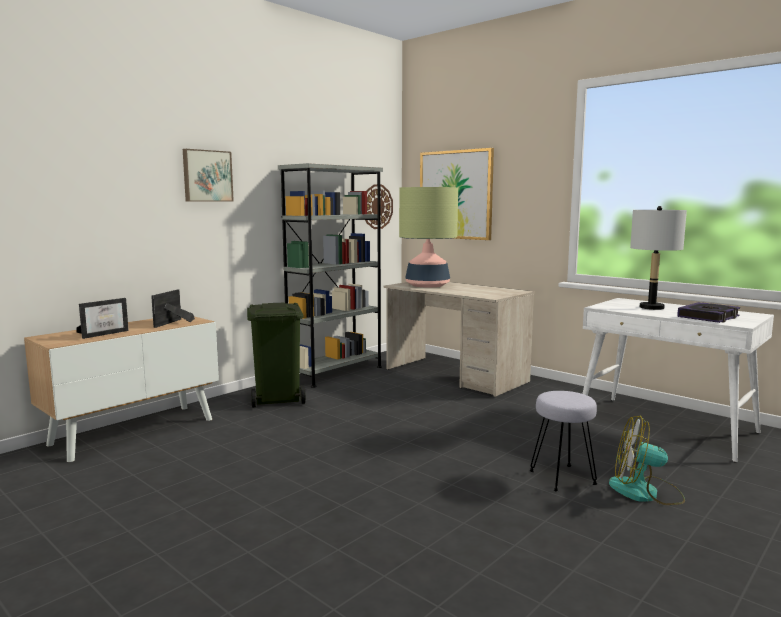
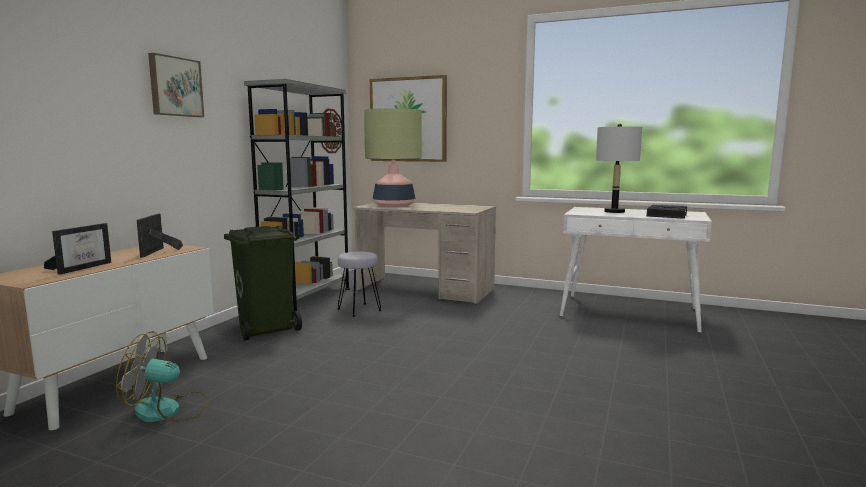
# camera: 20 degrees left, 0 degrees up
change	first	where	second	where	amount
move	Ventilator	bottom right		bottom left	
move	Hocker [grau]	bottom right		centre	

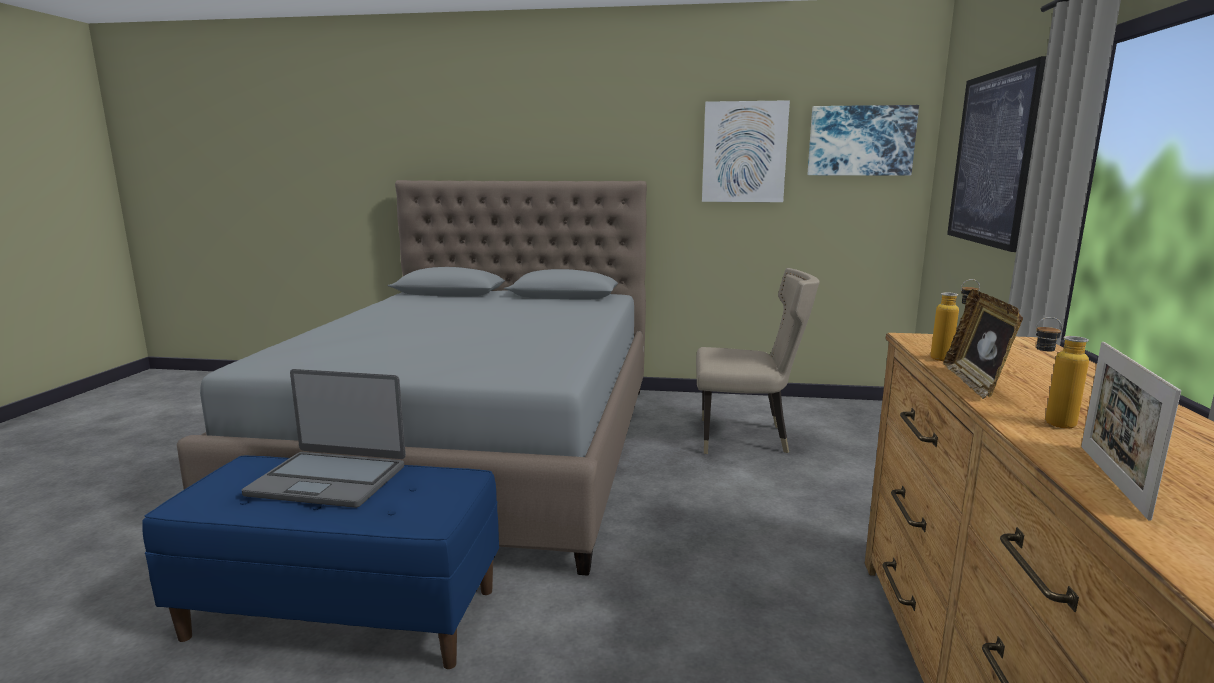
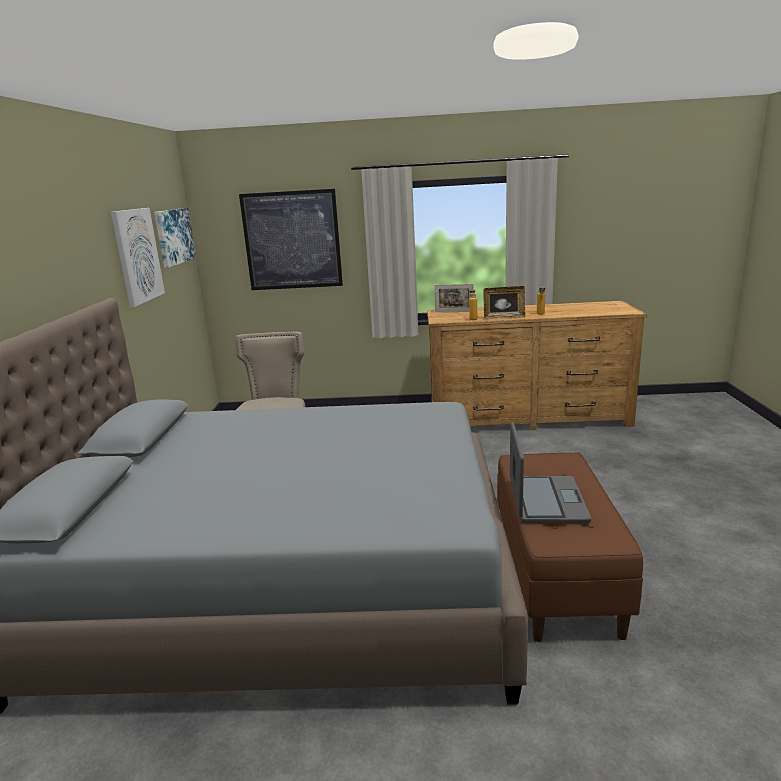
# camera: 95 degrees left, 5 degrees up
change	first	where	second	where	amount
move	Bilderrahmen (2nd from left in the first image)	middle right	Bilderrahmen (1st from left)	centre	
recolor	Bank [blau]	bottom left	Bank [braun]	bottom right	

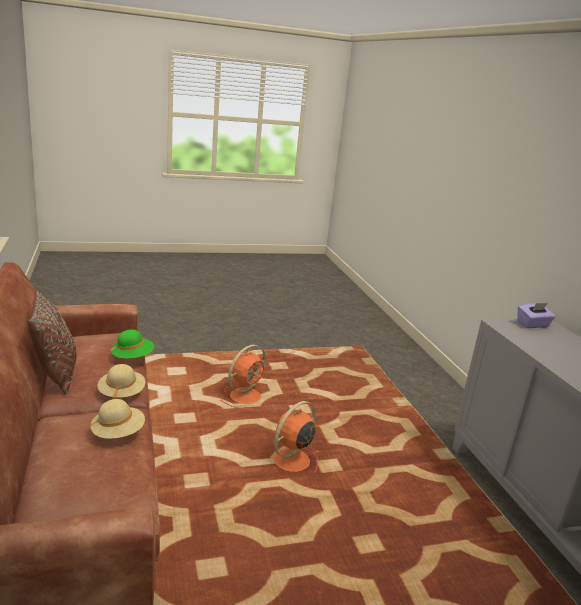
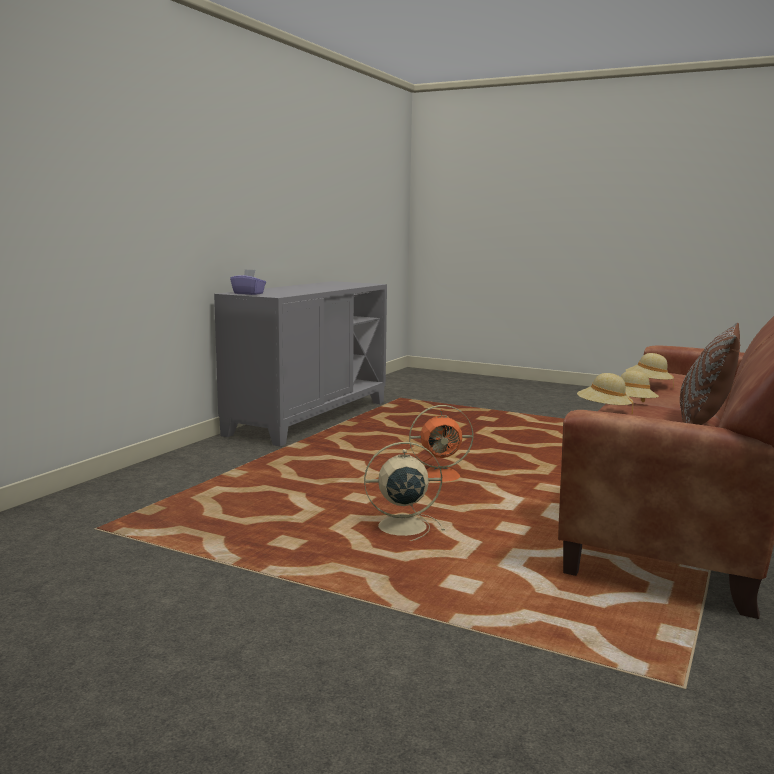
# camera: 135 degrees left, 10 degrees down
change	first	where	second	where	amount
recolor	Ventilator [orange] (1st from left)	centre	Ventilator [beige]	centre	
recolor	Hut [grün]	middle left	Hut [beige] (1st from left)	middle right	

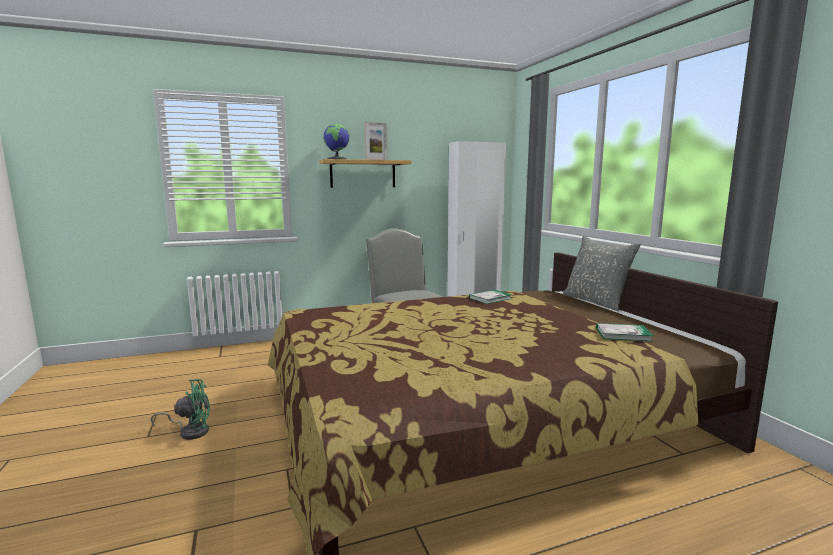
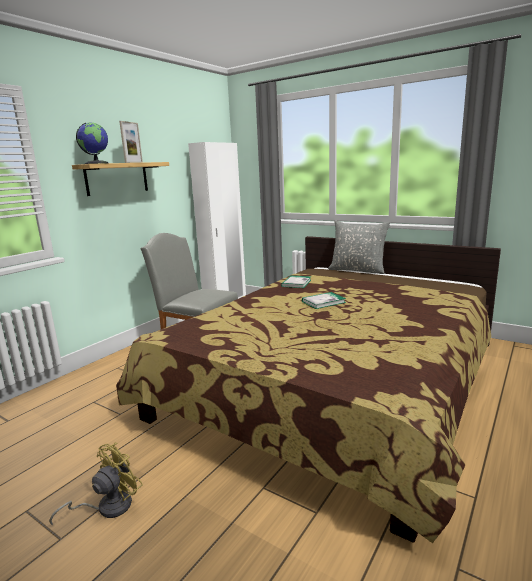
# camera: 35 degrees left, 5 degrees up
change	first	where	second	where	amount
recolor	Ventilator [grün]	bottom left	Ventilator [gelb]	bottom left	
move	Buch (2nd from left)	middle right		centre	

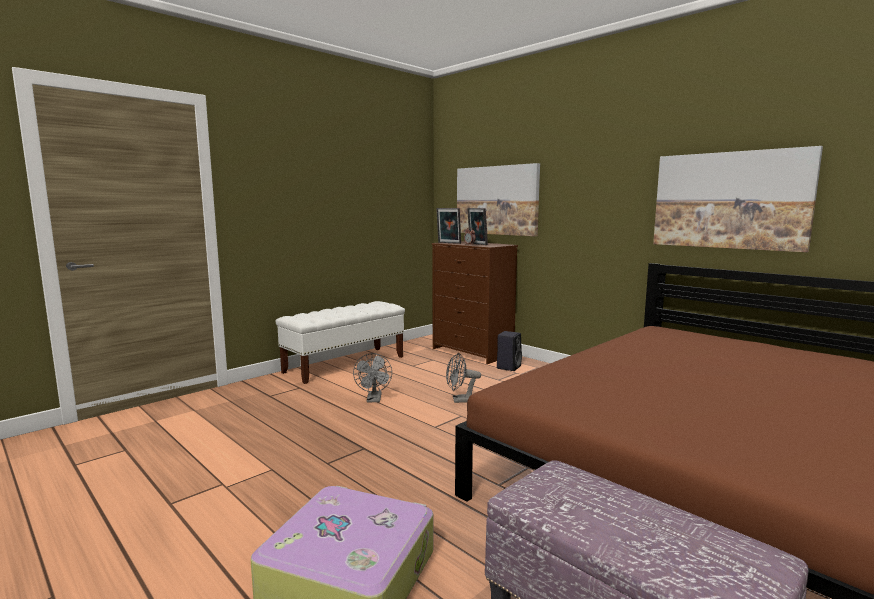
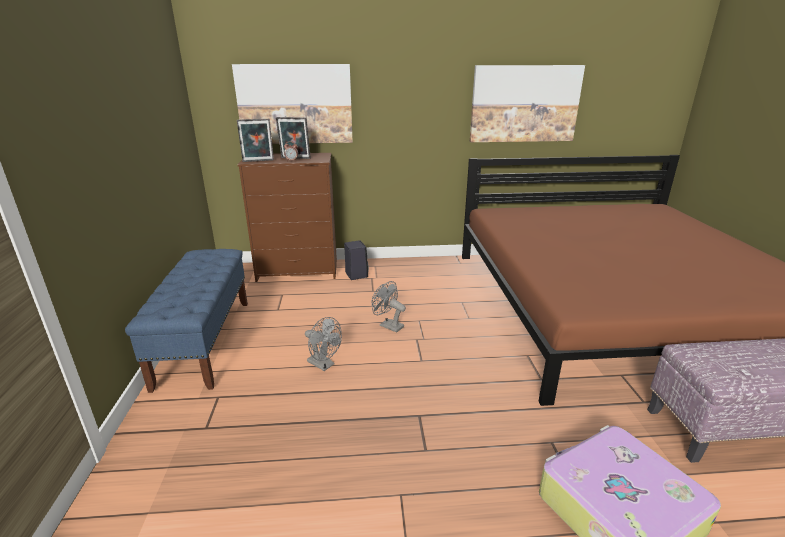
# camera: 50 degrees left, 15 degrees up
change	first	where	second	where	amount
recolor	Bank [weiß]	centre	Bank [blau]	middle left	
rotate	Ventilator [grau] (2nd from left)	centre		centre	90 degrees clockwise

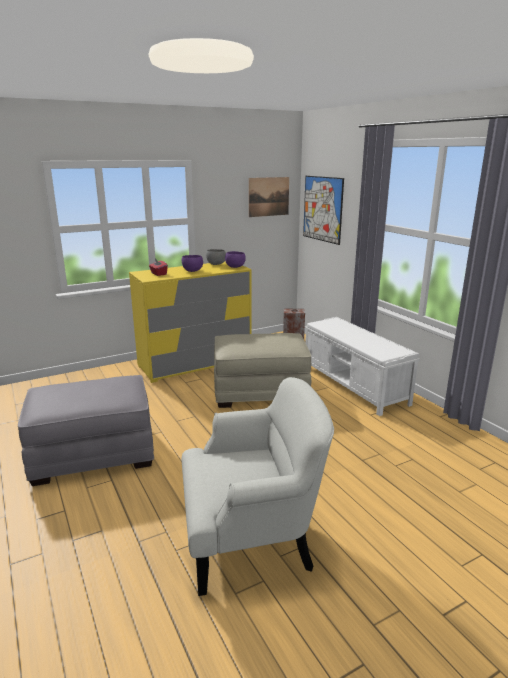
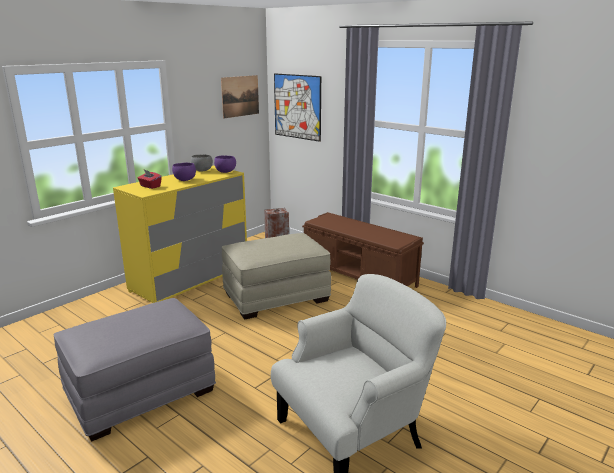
# camera: 20 degrees left, 0 degrees up
change	first	where	second	where	amount
recolor	Bank [weiß]	middle right	Bank [braun]	centre	

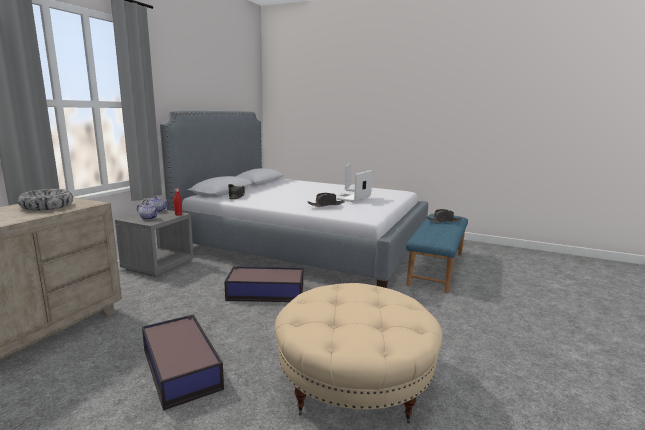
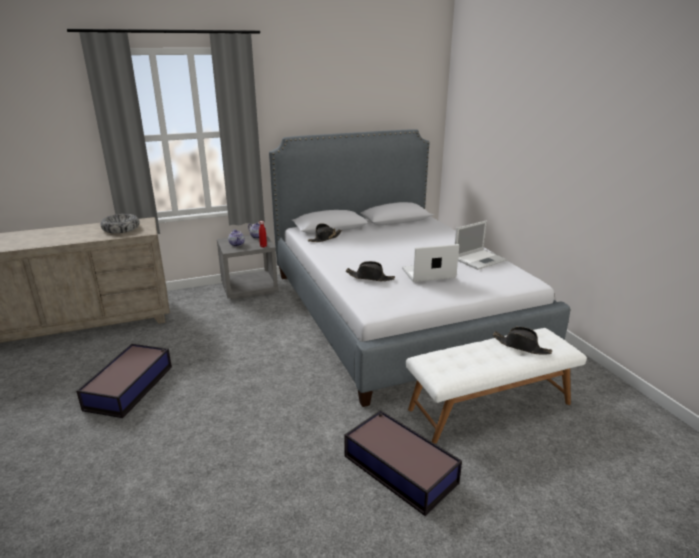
# camera: 45 degrees right, 10 degrees up
change	first	where	second	where	amount
move	Aufbewahrungsbox (2nd from left)	centre		bottom centre	
recolor	Bank [blau]	middle right	Bank [weiß]	bottom right	
delete	Polsterhocker [beige]	bottom centre			

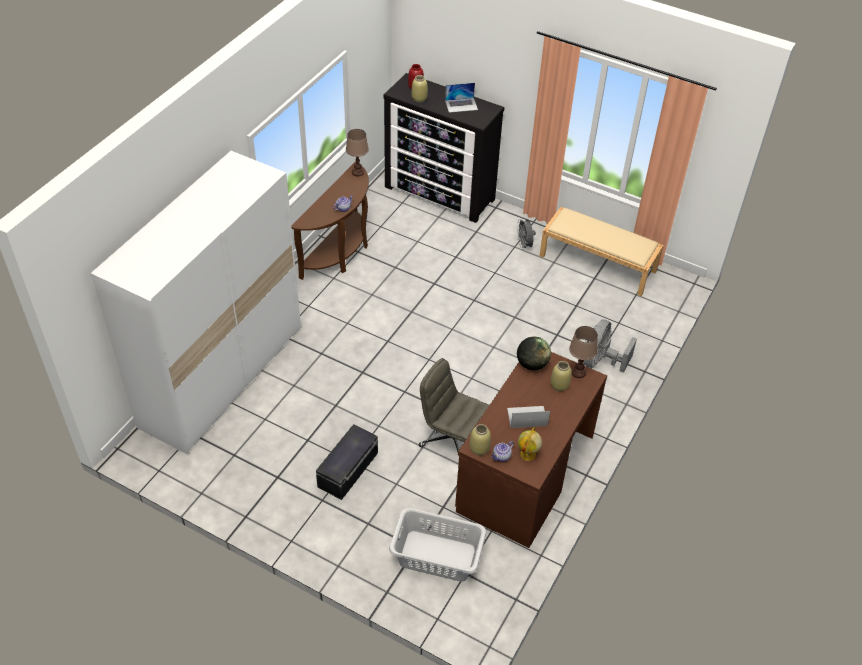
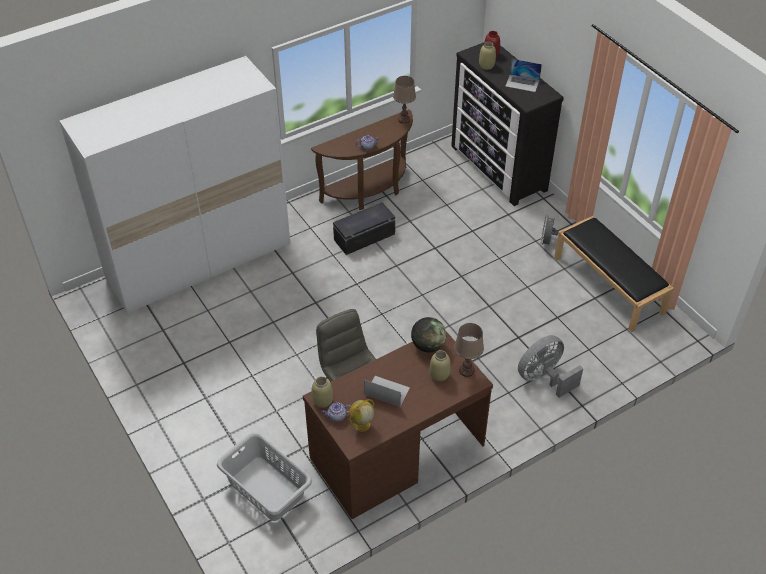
# camera: 30 degrees right, 0 degrees up
change	first	where	second	where	amount
move	Aufbewahrungsbox [schwarz]	bottom centre		centre	
recolor	Bank [beige]	middle right	Bank [schwarz]	middle right	

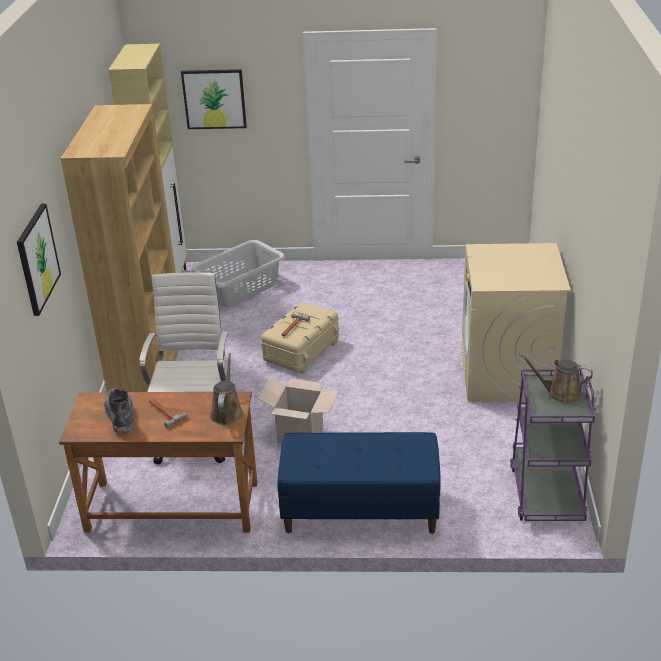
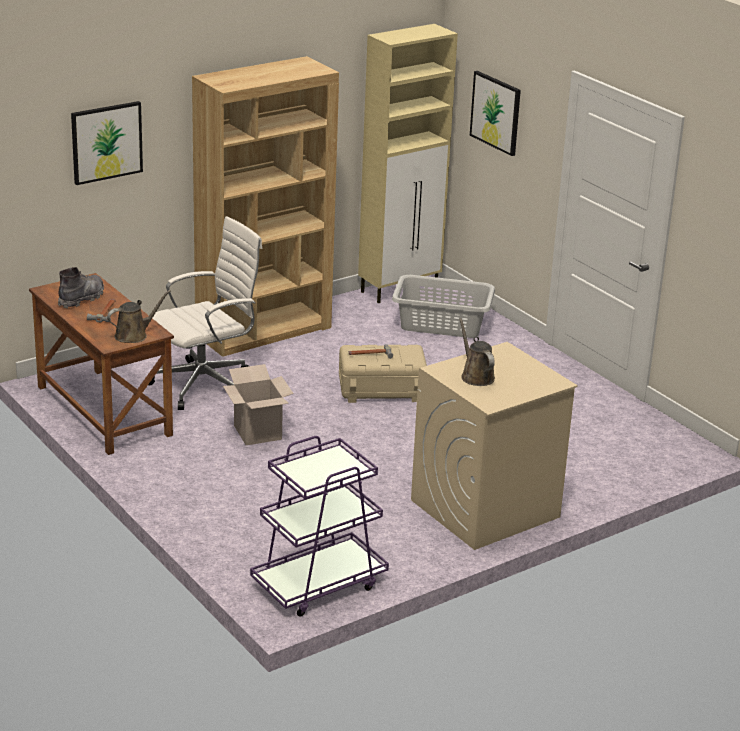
# camera: 50 degrees right, 5 degrees down
change	first	where	second	where	amount
move	Gießkanne [braun] (2nd from left)	middle right		centre	
delete	Bank [blau]	bottom centre			

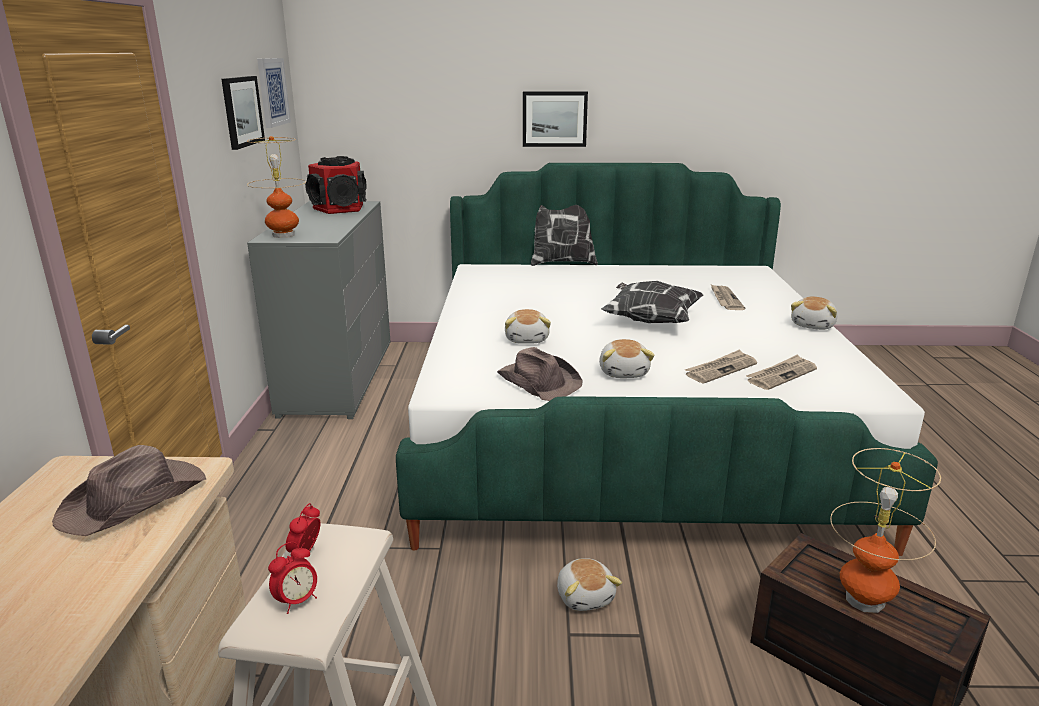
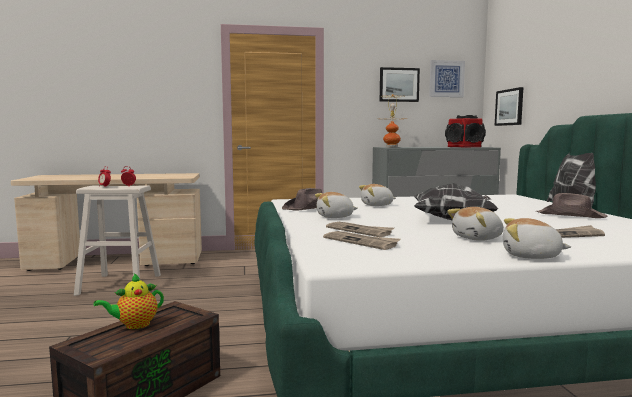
# camera: 80 degrees right, 15 degrees down
change	first	where	second	where	amount
replace	Tischlampe (2nd from left)	bottom right	Teekanne	bottom left	
move	Plüschtier (2nd from left in the first image)	bottom centre	Plüschtier (3rd from left)	middle right	
move	Bild (3rd from left)	top centre		top right	
move	Hut [braun] (1st from left in the first image)	bottom left	Hut [braun] (2nd from left)	middle right	

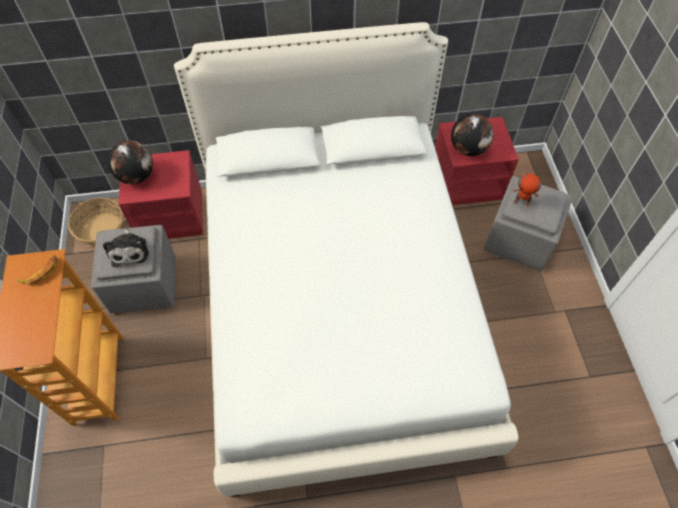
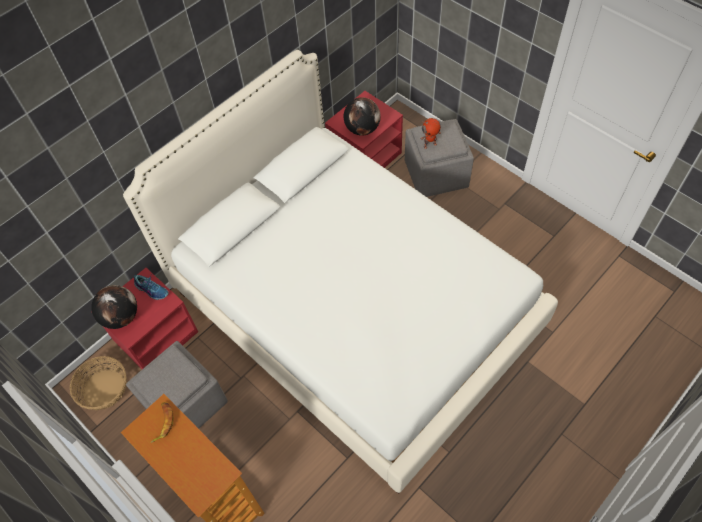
# camera: 35 degrees left, 0 degrees up
change	first	where	second	where	amount
insert			Schuh	middle left	
delete	Plüschtier	middle left			

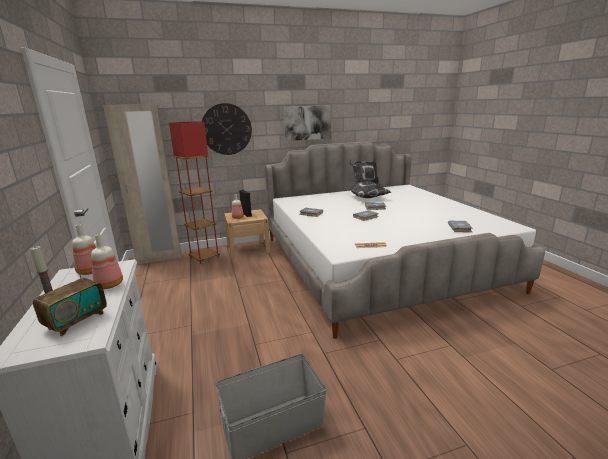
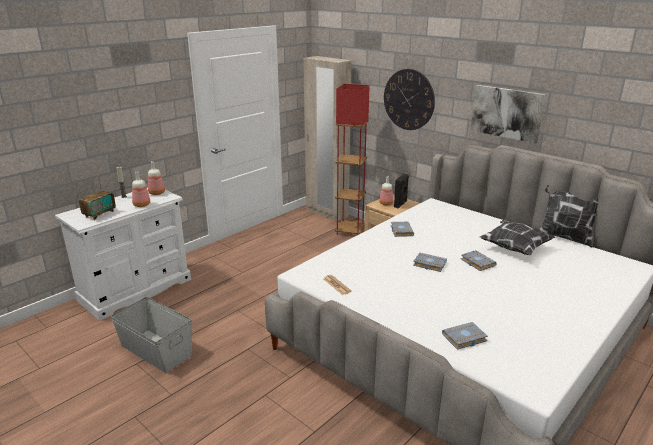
# camera: 60 degrees right, 5 degrees up
change	first	where	second	where	amount
rotate	Radio	middle left		middle left	60 degrees counterclockwise

